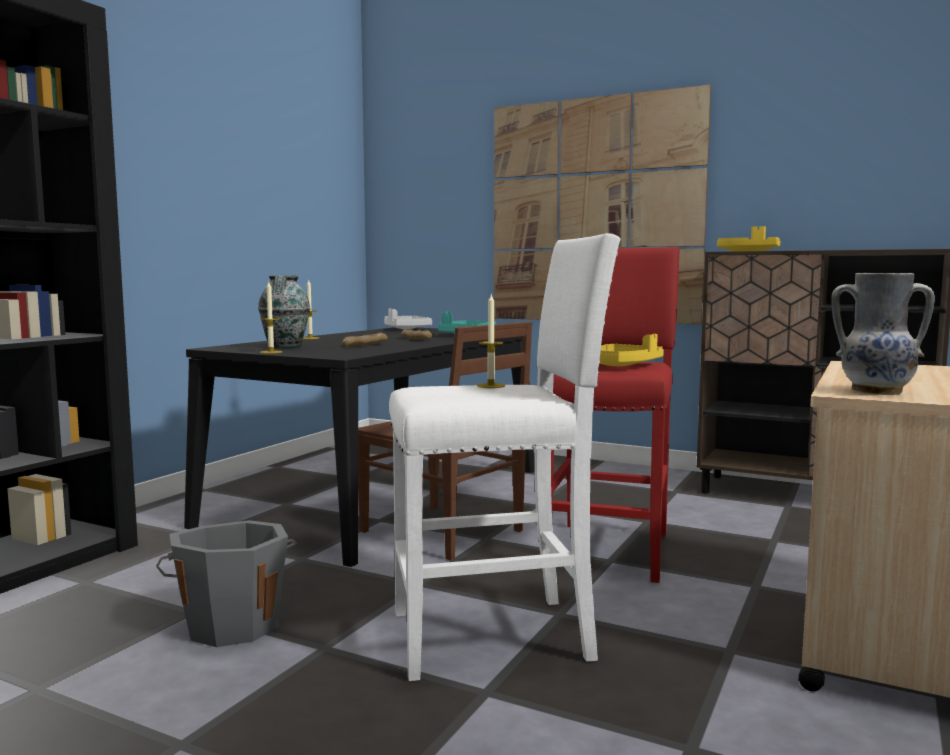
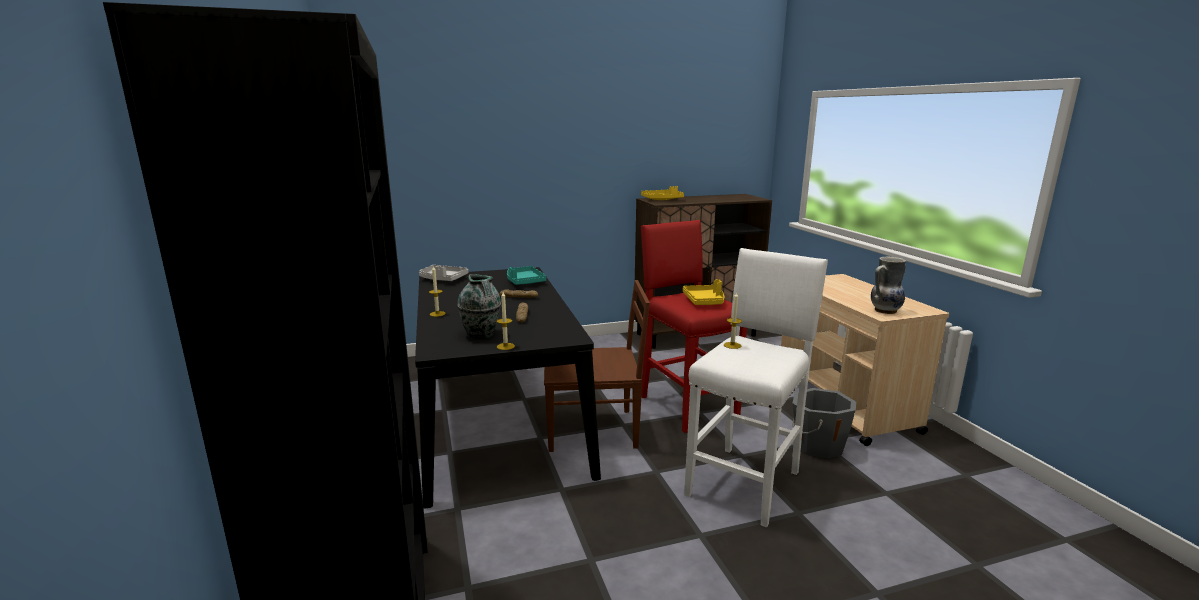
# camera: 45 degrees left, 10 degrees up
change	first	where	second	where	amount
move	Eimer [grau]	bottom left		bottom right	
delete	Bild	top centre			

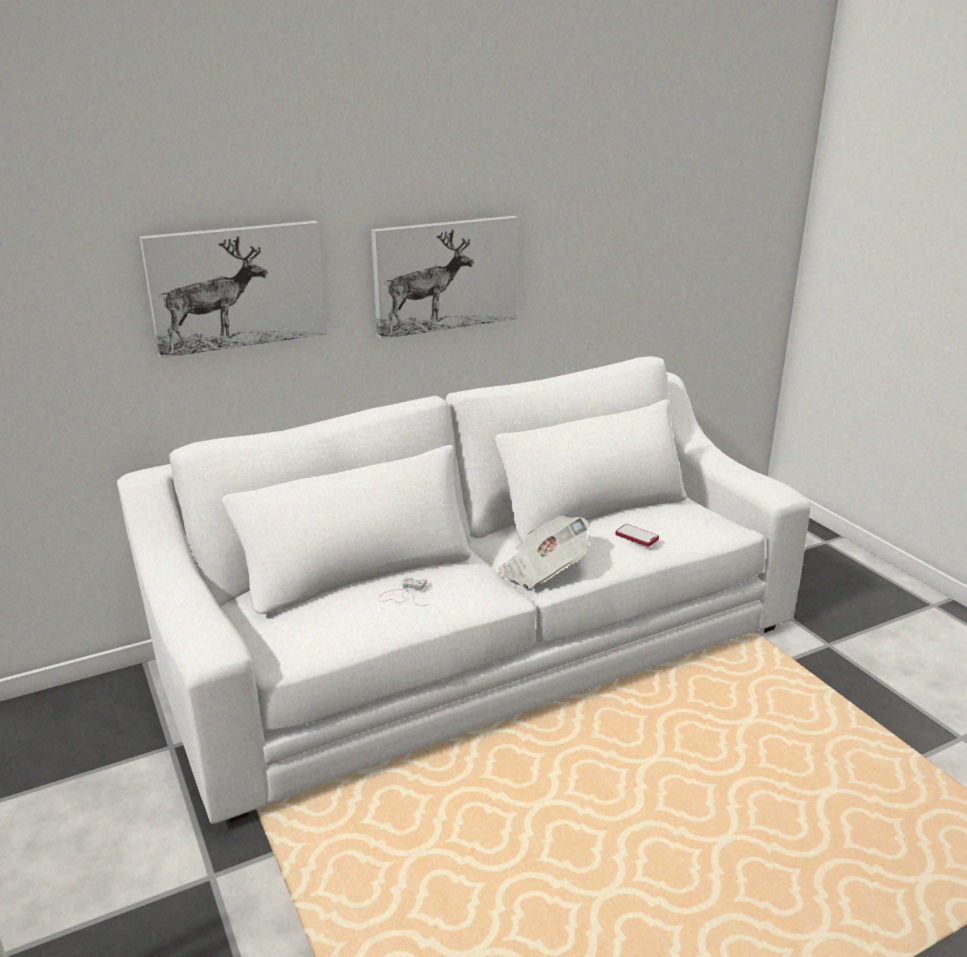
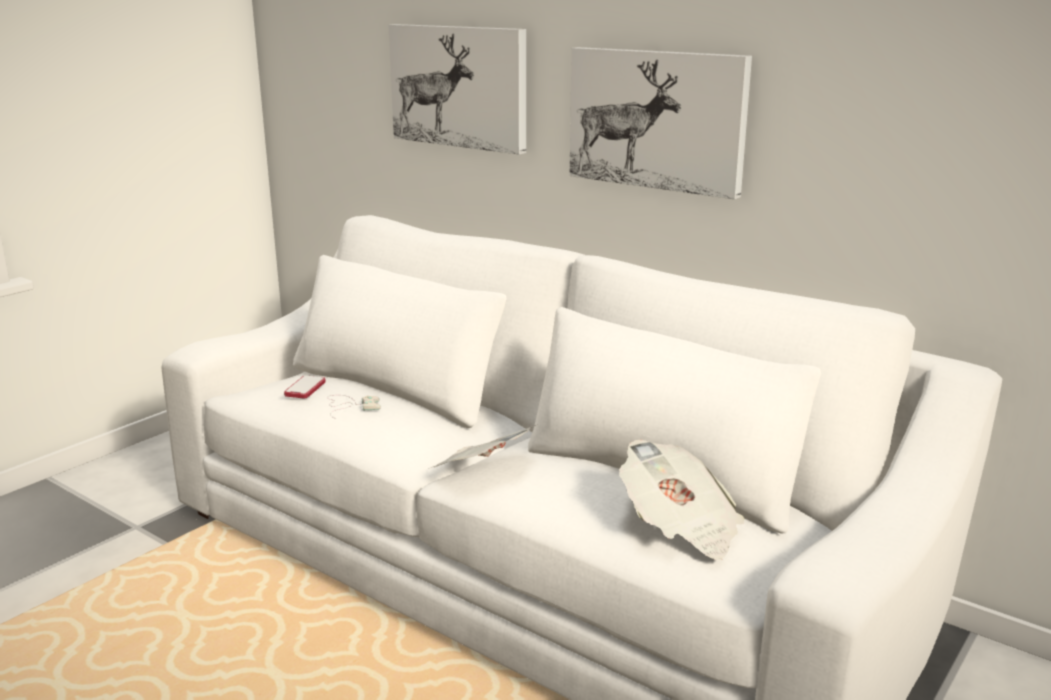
# camera: 65 degrees right, 5 degrees down
change	first	where	second	where	amount
move	Handy	centre		middle left	
insert			Zeitung (2nd from left)	bottom centre	

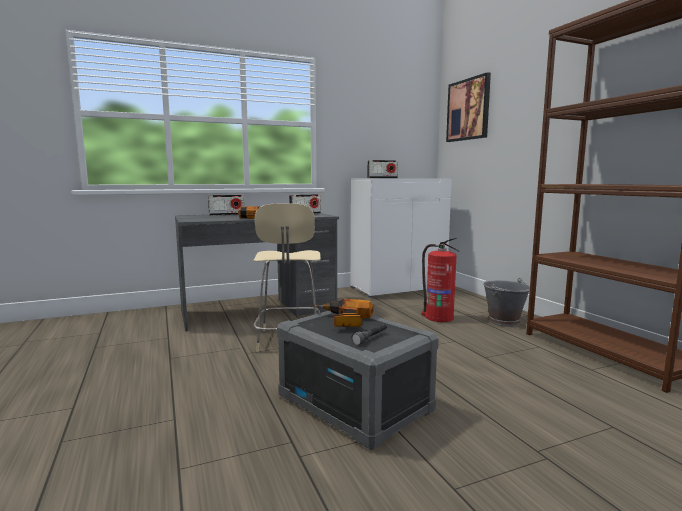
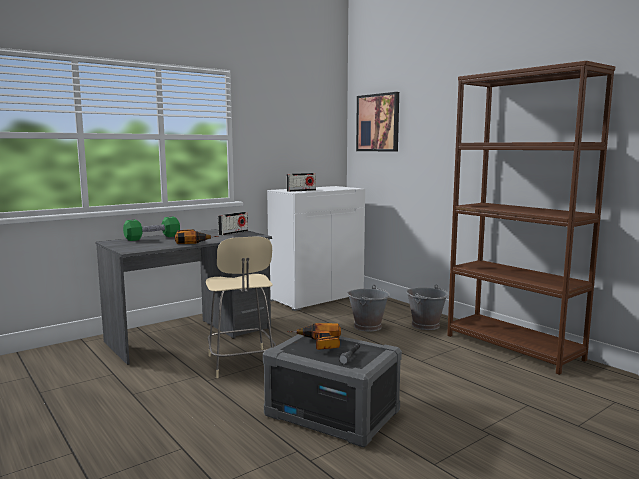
# camera: 15 degrees left, 0 degrees up
change	first	where	second	where	amount
replace	Radio (1st from left)	middle left	Hantel [grün]	middle left	
replace	Feuerlöscher	centre	Eimer [grau] (1st from left)	centre	

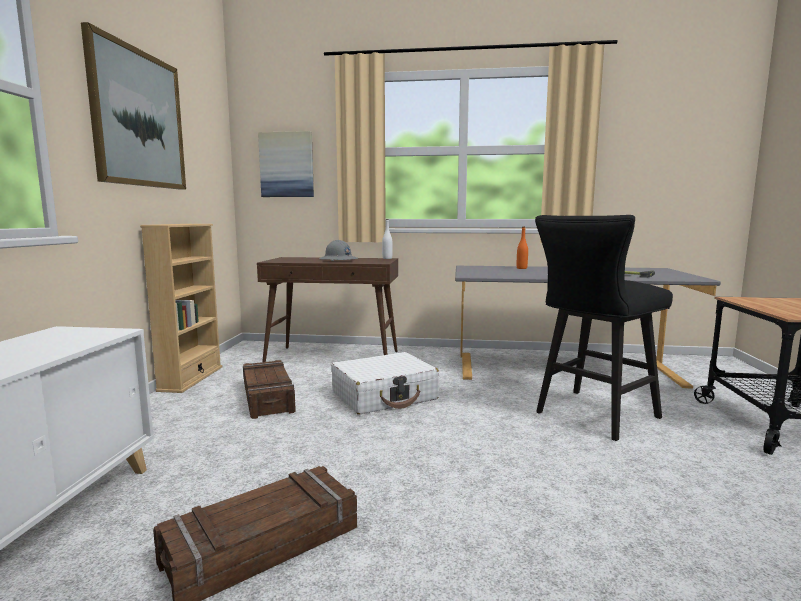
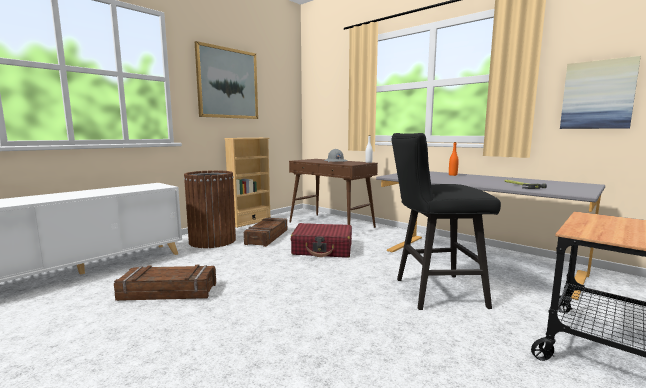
# camera: 35 degrees right, 0 degrees up
change	first	where	second	where	amount
insert			Mülleimer [braun]	middle left	
recolor	Koffer [weiß]	centre	Koffer [rot]	centre	
move	Bild (2nd from left)	top centre		top right	

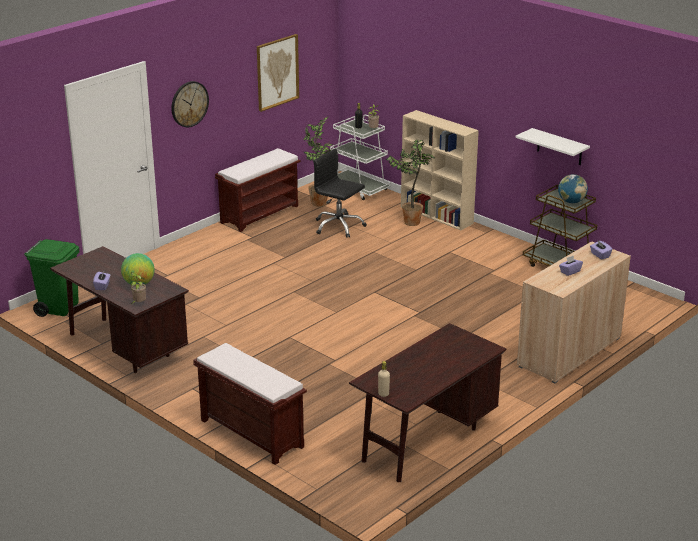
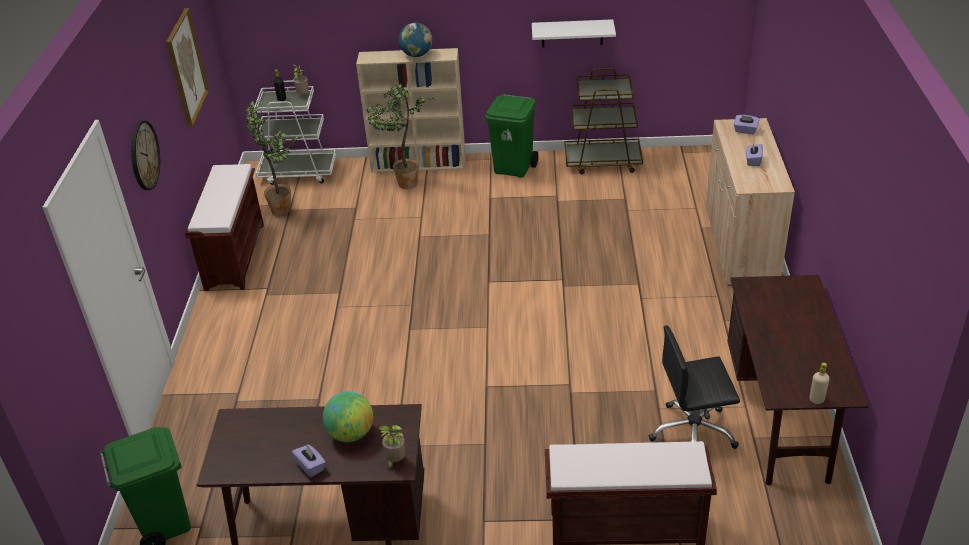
# camera: 40 degrees left, 10 degrees up
change	first	where	second	where	amount
move	Globus (2nd from left)	middle right		top centre	
insert			Mülleimer [grün] (2nd from left)	top centre	
move	Bürostuhl [schwarz]	centre		bottom right	

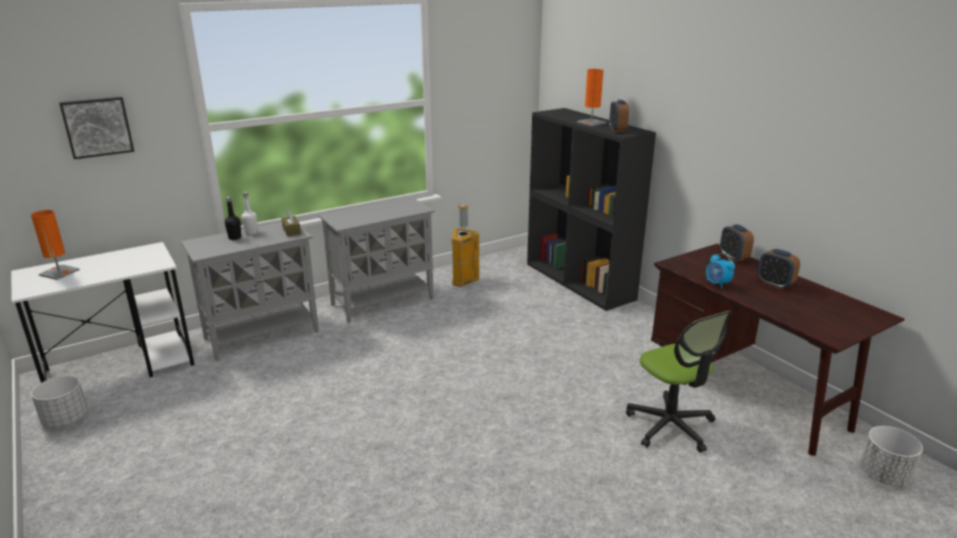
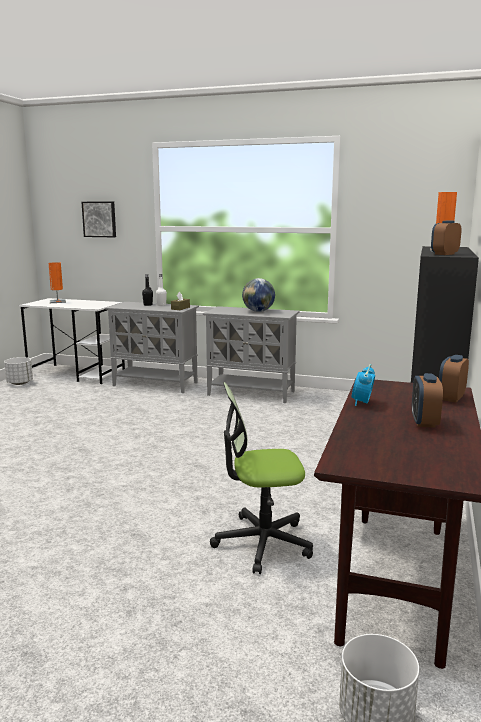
# camera: 50 degrees right, 10 degrees down
change	first	where	second	where	amount
rotate	Bürostuhl	bottom right		centre	60 degrees clockwise
insert			Globus	centre	
delete	Mülleimer	centre			

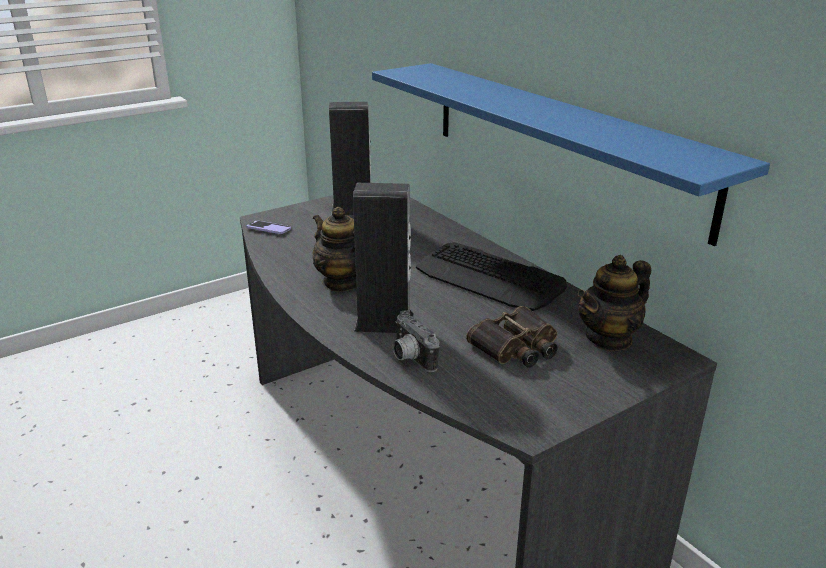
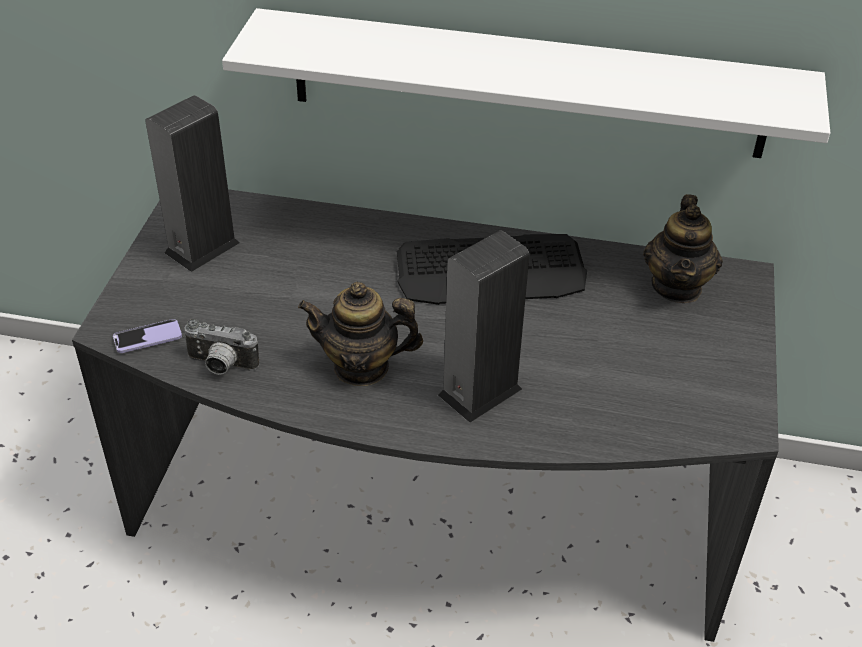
# camera: 45 degrees left, 15 degrees up
change	first	where	second	where	amount
move	Kamera	centre		middle left	
recolor	Wandregal [blau]	top right	Wandregal [weiß]	top centre	
delete	Fernglas	centre			

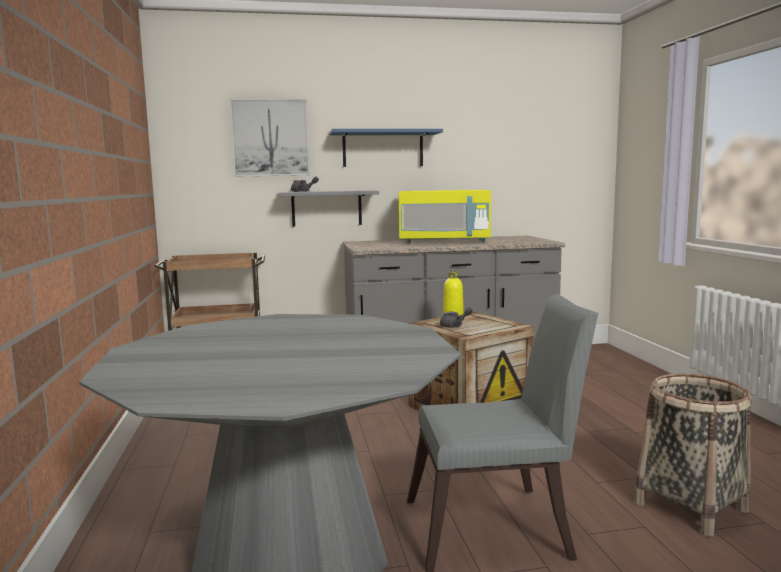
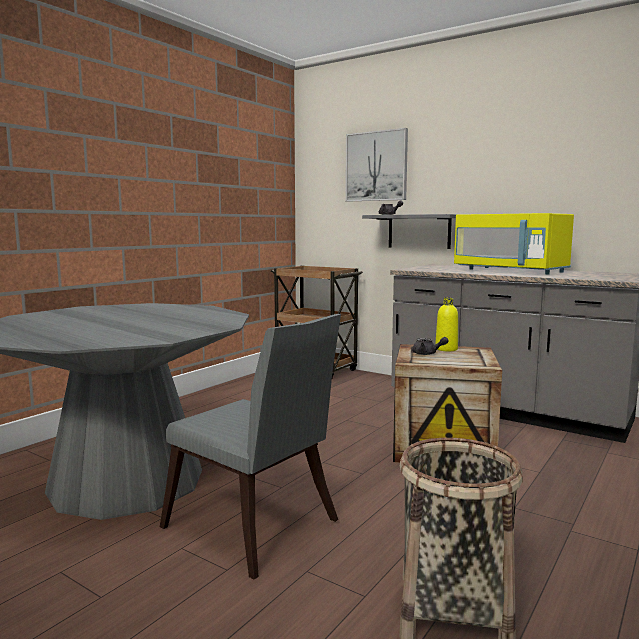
# camera: 45 degrees right, 0 degrees up
change	first	where	second	where	amount
delete	Wandregal [blau]	top centre			

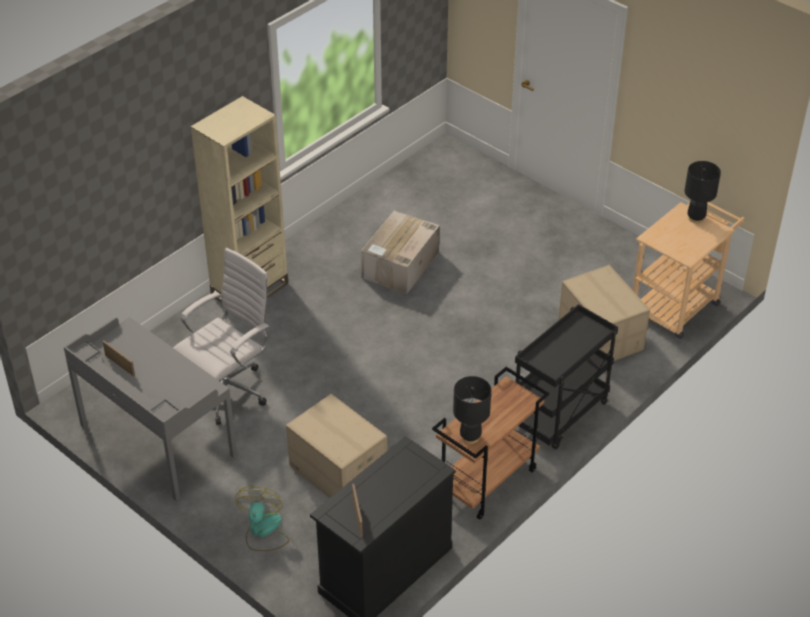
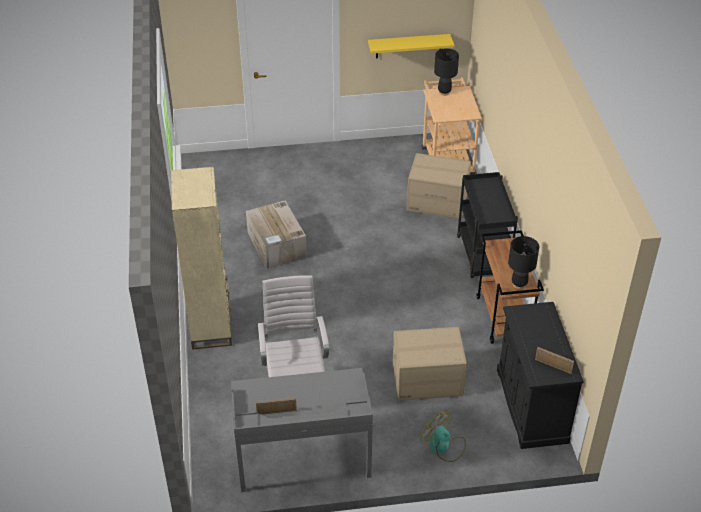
# camera: 50 degrees left, 0 degrees up
change	first	where	second	where	amount
insert			Wandregal [gelb]	top centre	

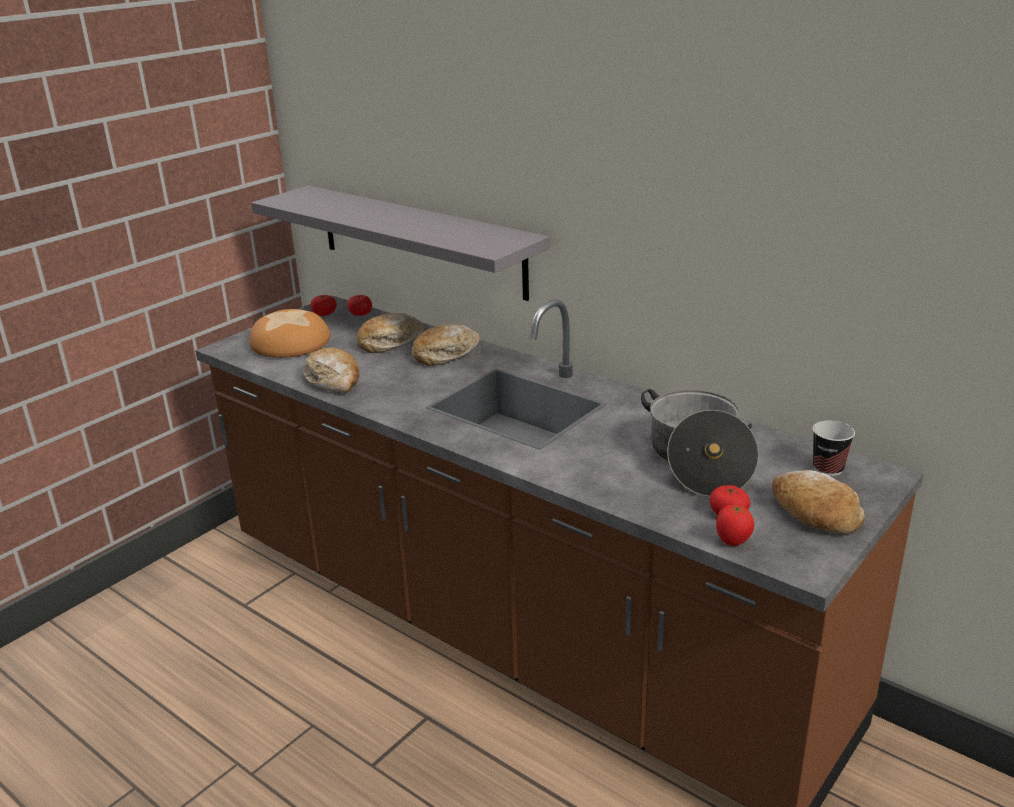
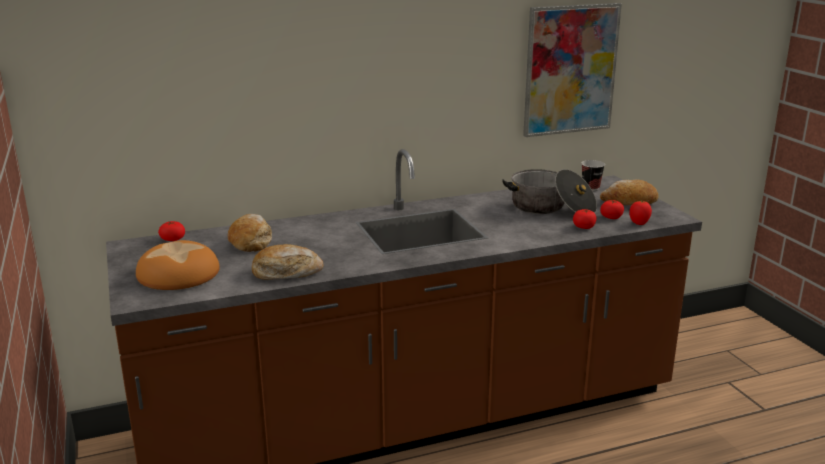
# camera: 60 degrees left, 5 degrees down
change	first	where	second	where	amount
insert			Bild	top right	
move	Tomate (1st from left in the first image)	middle left	Tomate (2nd from left)	middle right	
delete	Wandregal [grau]	top centre			
delete	Brot (4th from left)	centre			

